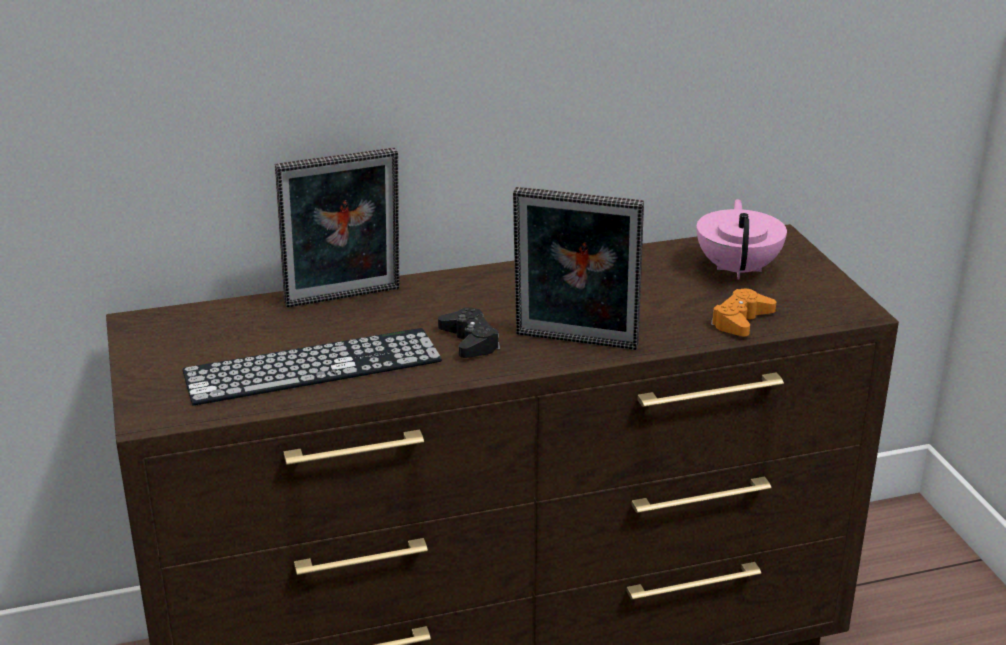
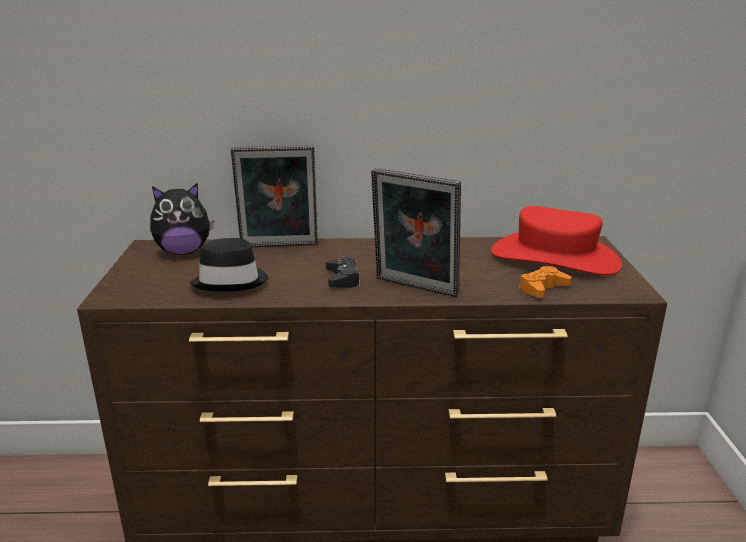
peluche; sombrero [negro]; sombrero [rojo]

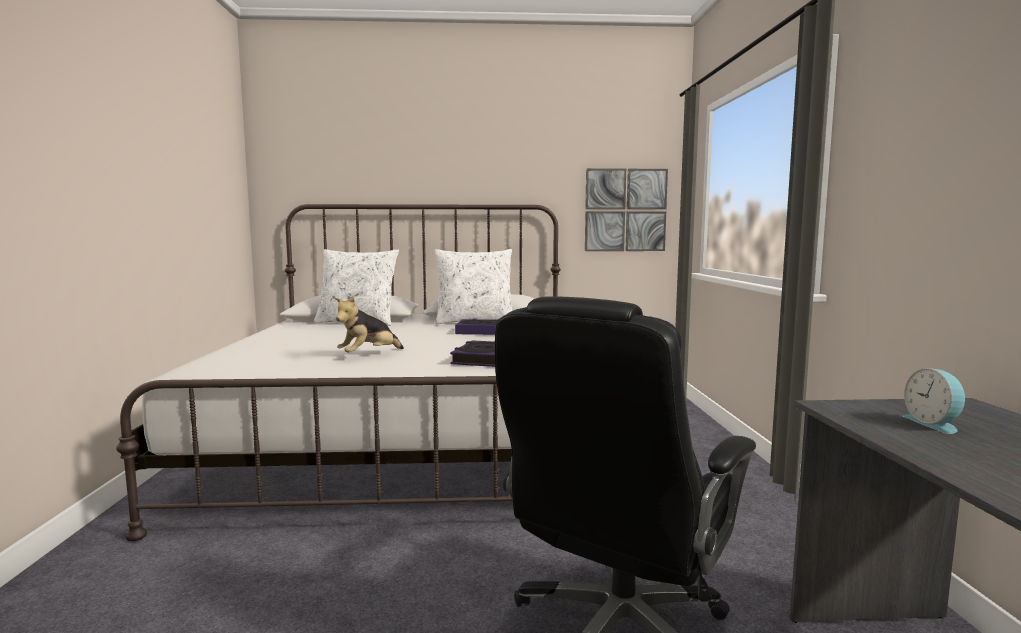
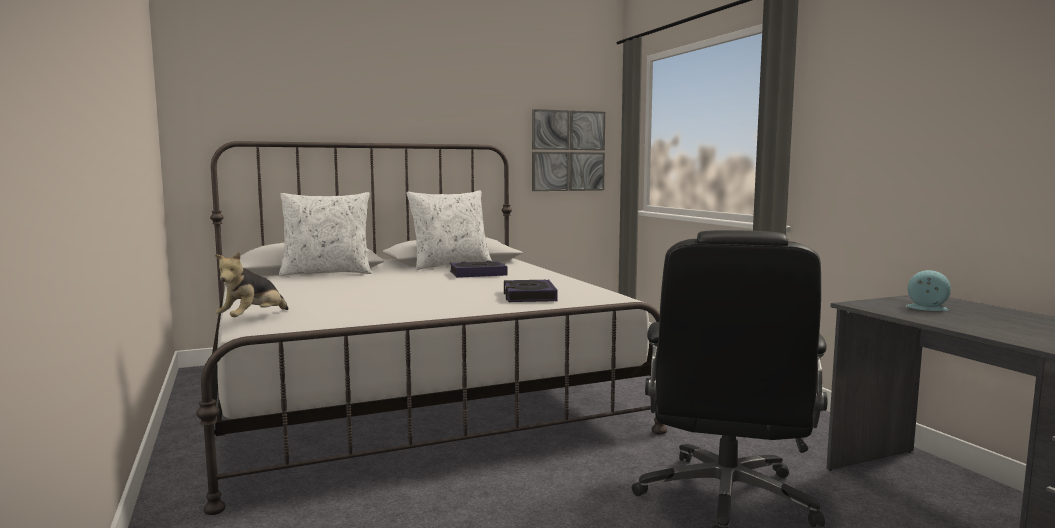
peluche; despertador

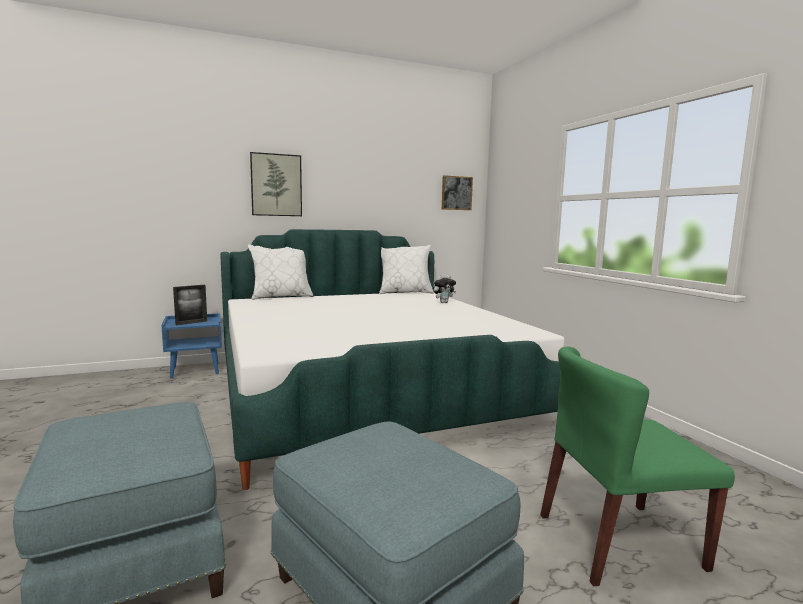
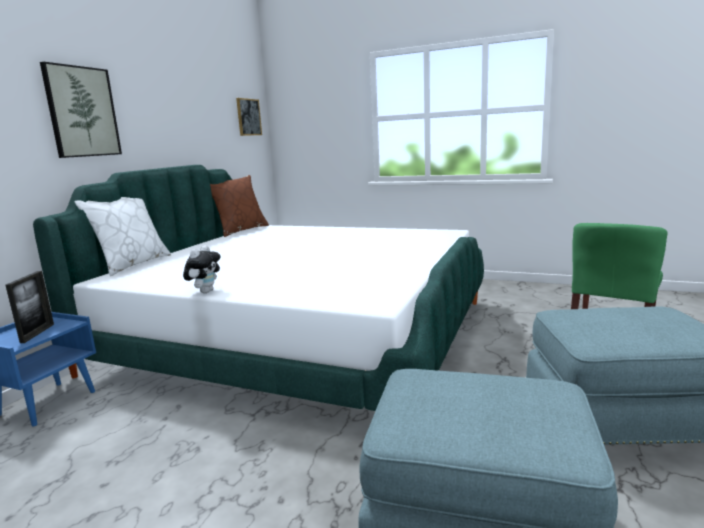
peluche; cojín [marrón]

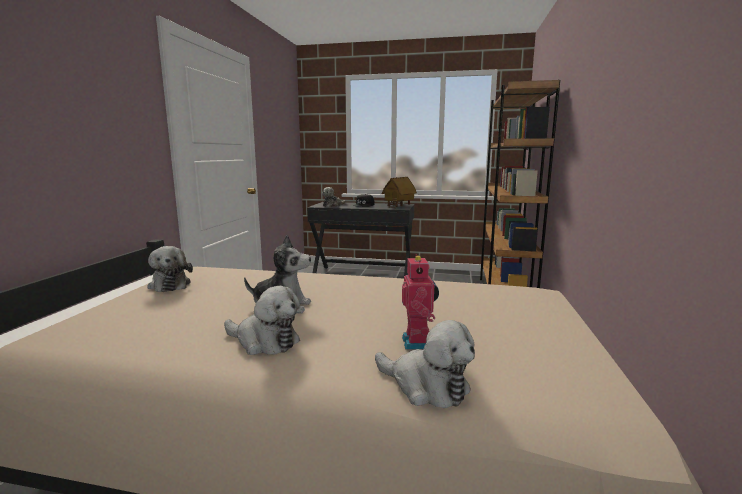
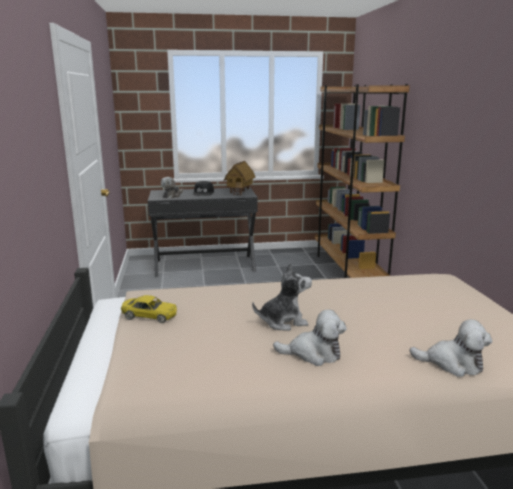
robot de juguete; coche de juguete [amarillo]

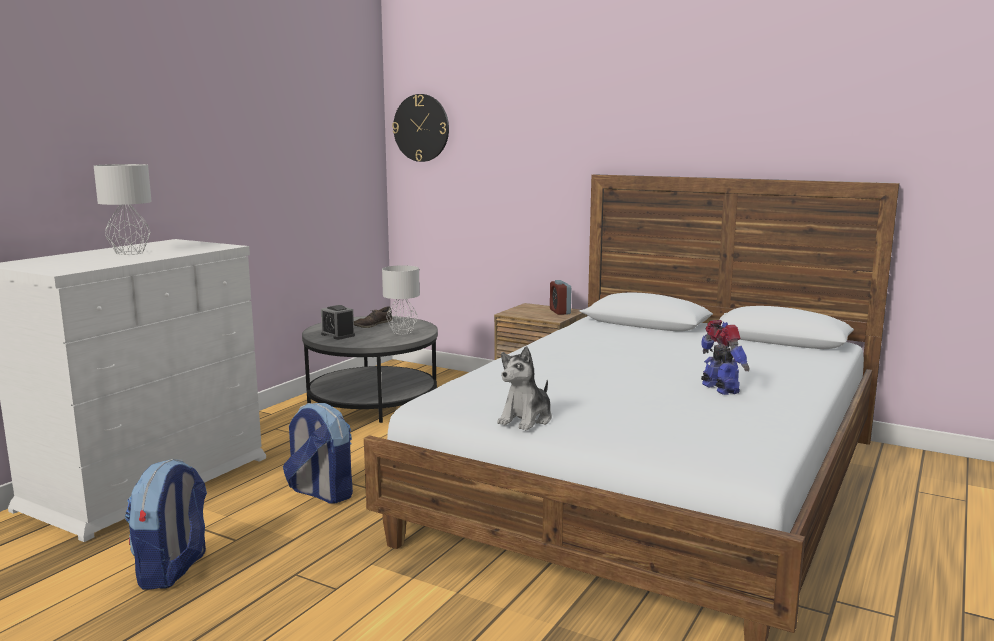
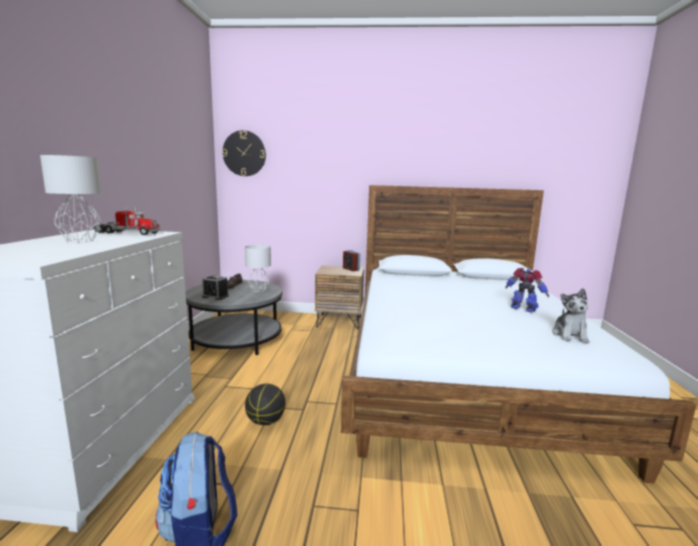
camión de juguete; peluche; balón de baloncesto

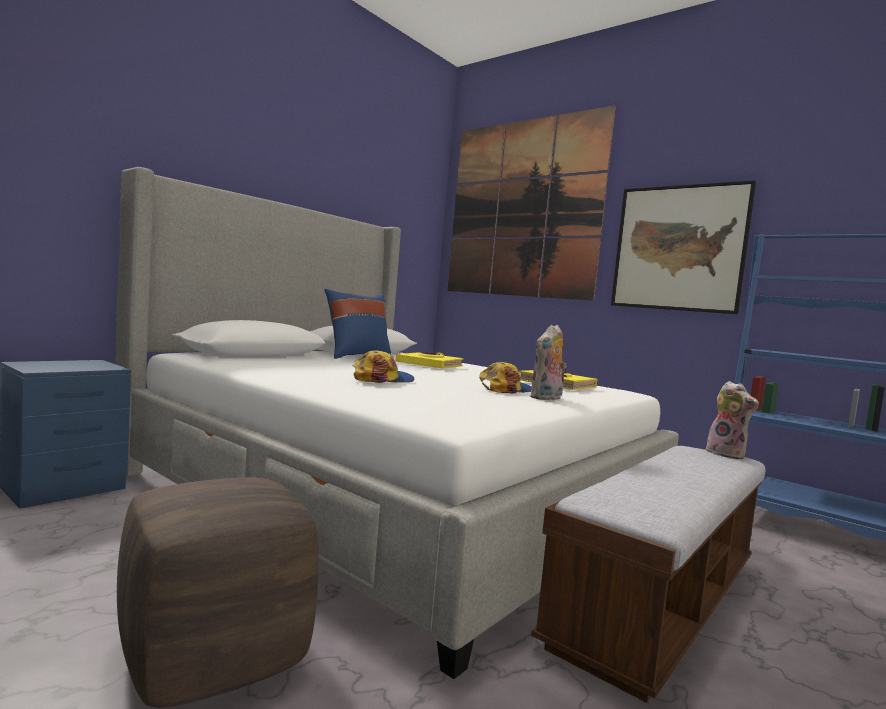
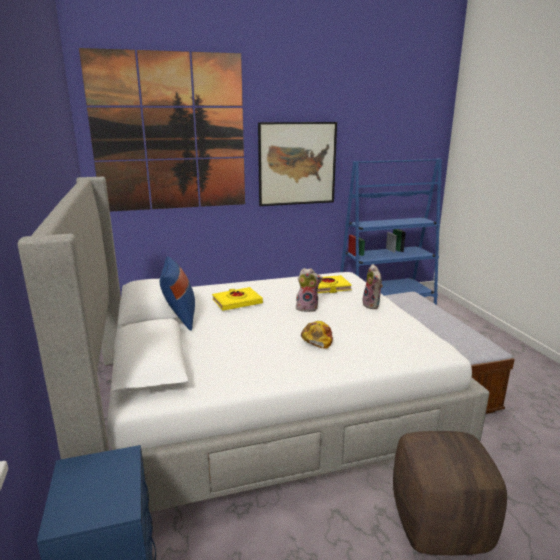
gorra (no. 2 from left in the first image); peluche (no. 1 from left)

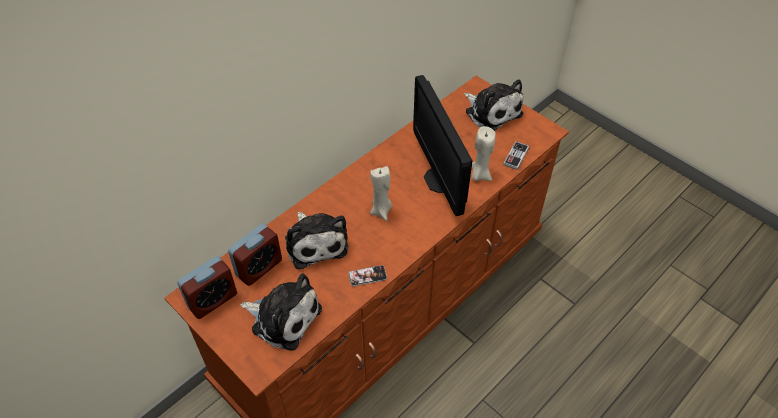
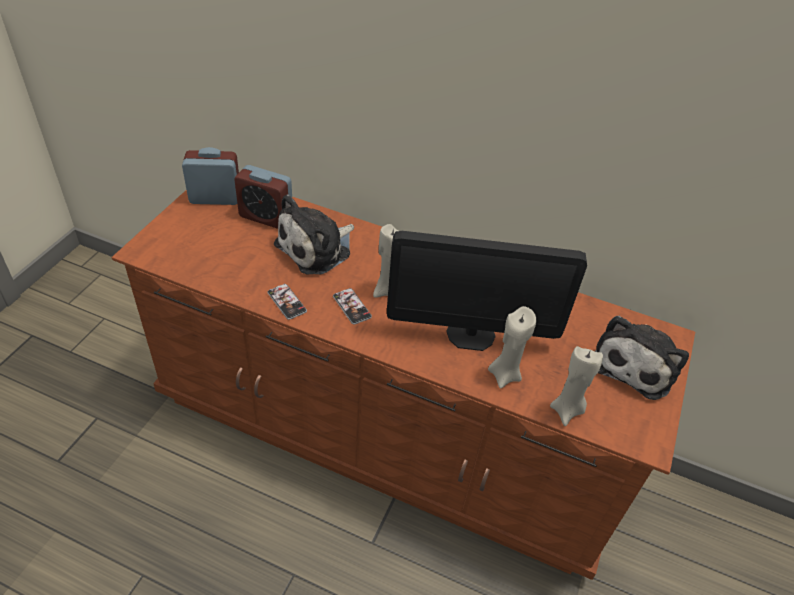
peluche (no. 1 from left in the first image); móvil (no. 2 from left); vela [beis] (no. 3 from left); despertador (no. 1 from left); monitor

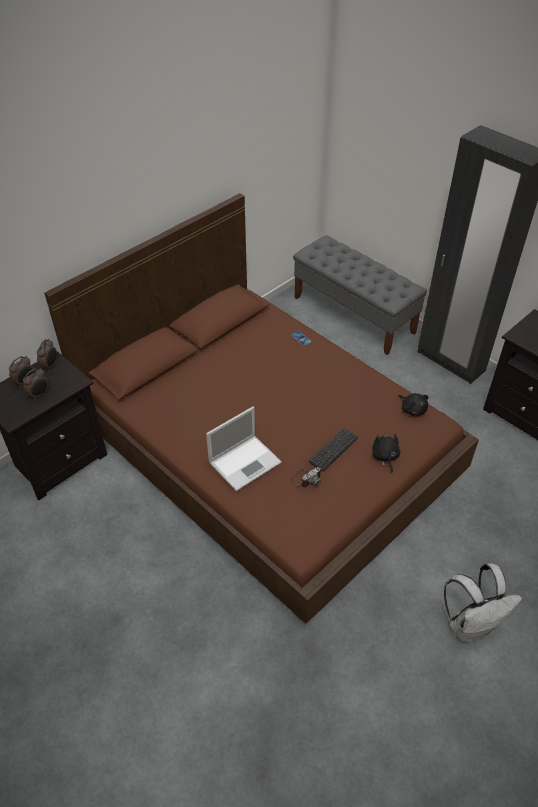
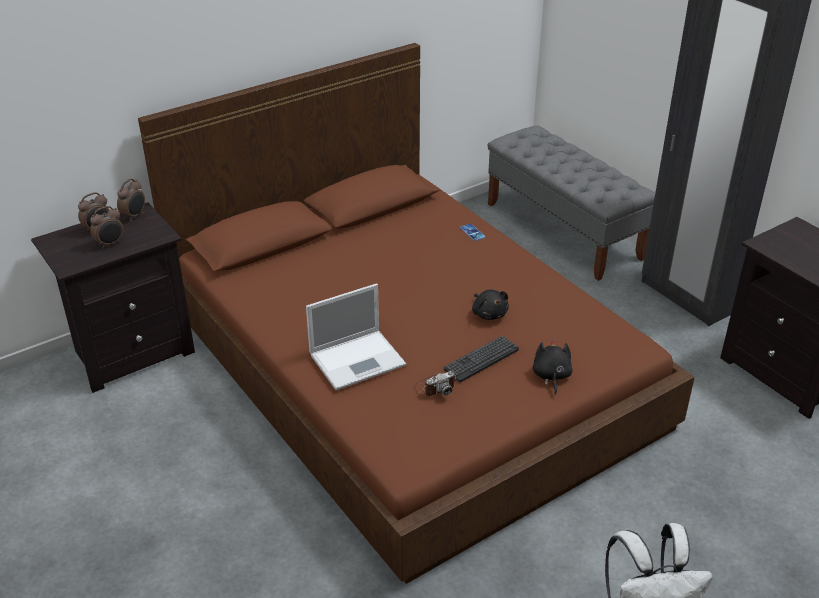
peluche [negro] (no. 1 from left)

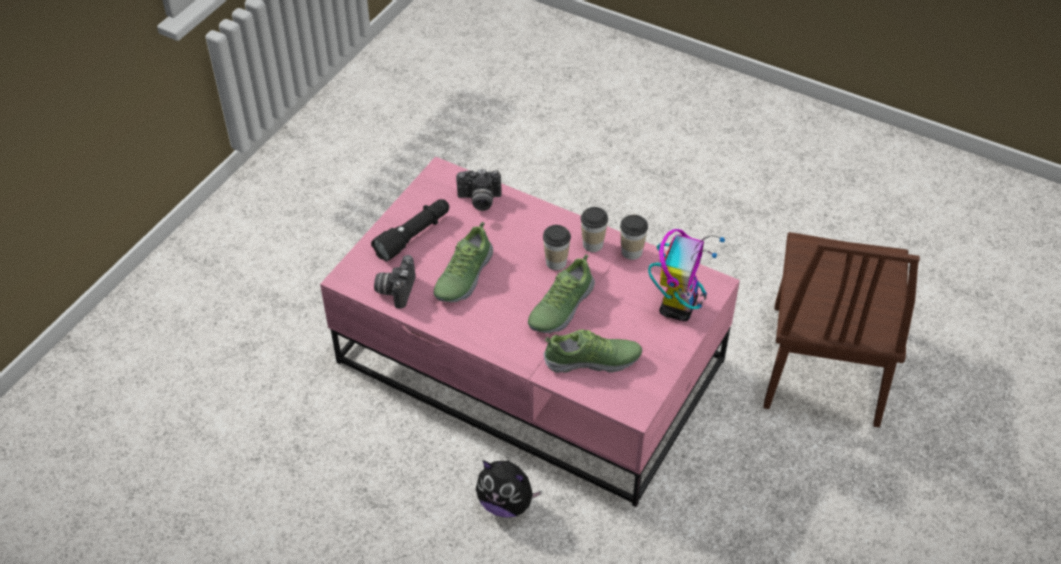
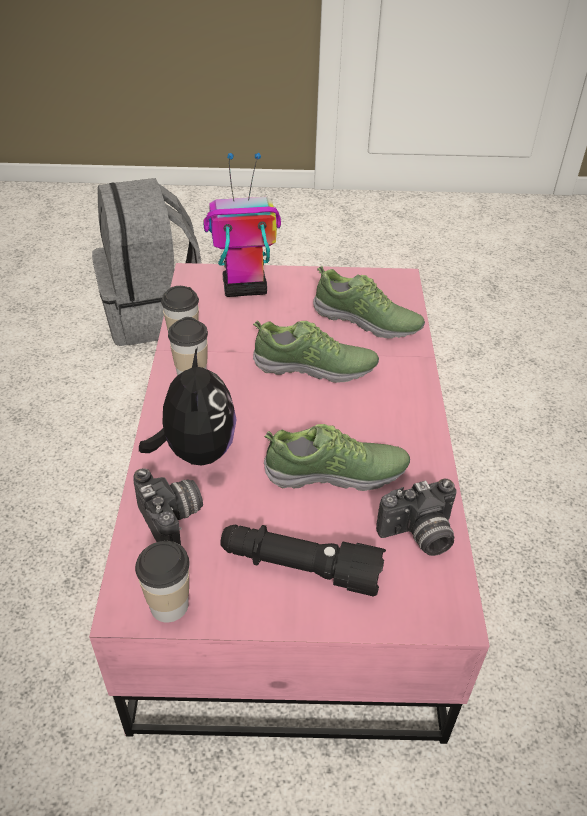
peluche; taza (no. 1 from left); mochila [gris]; zapato (no. 3 from left)

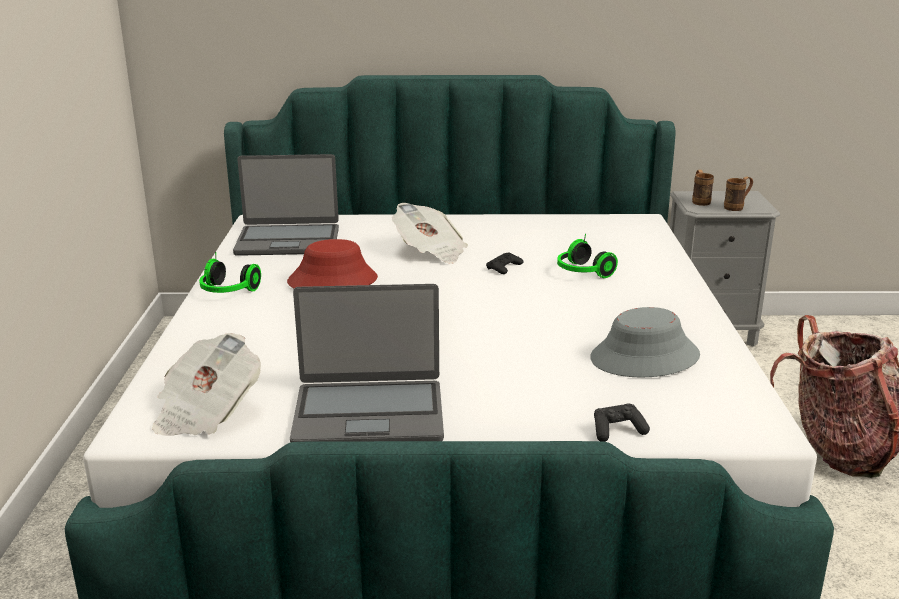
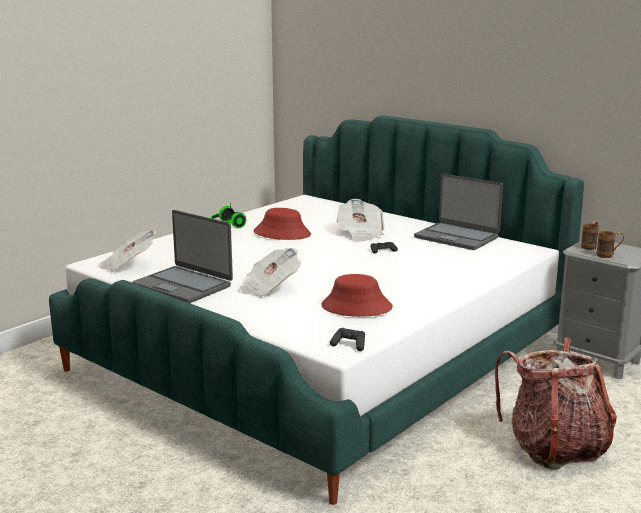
auriculares (no. 2 from left in the first image); periódico (no. 2 from left); portátil (no. 2 from left); mando de consola [negro] (no. 1 from left); sombrero [rojo] (no. 2 from left)

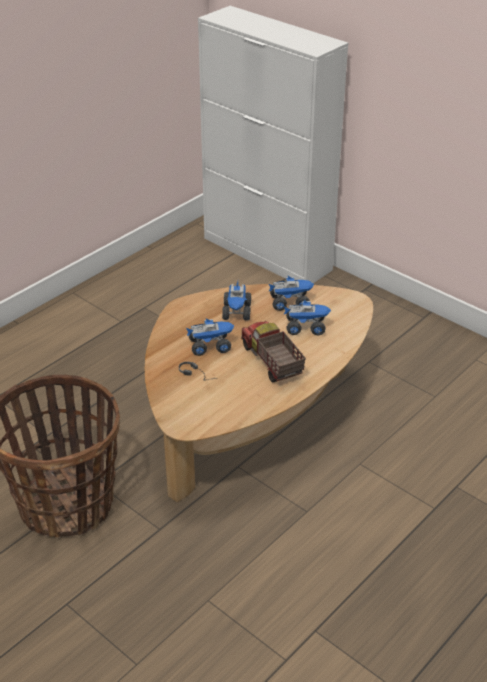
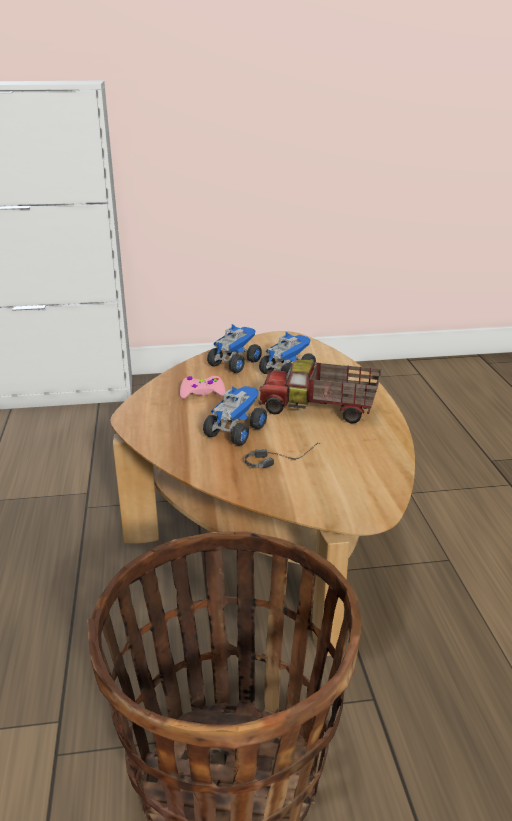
mando de consola [rosa]

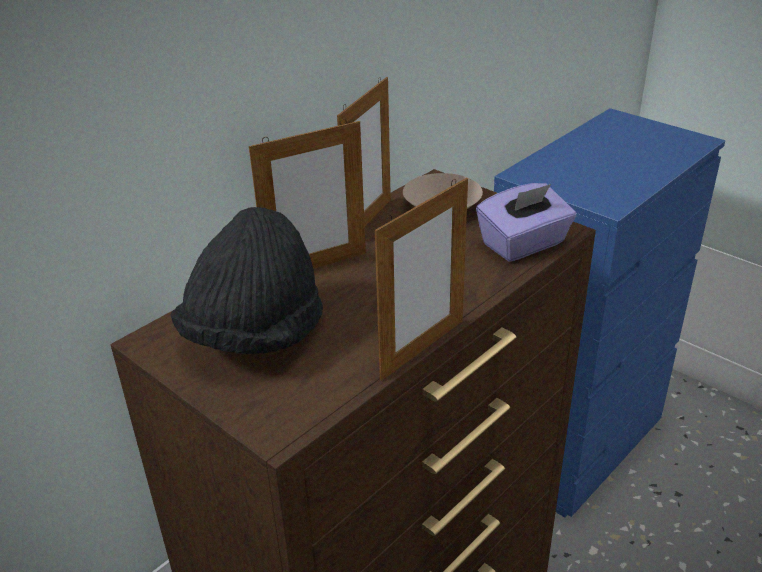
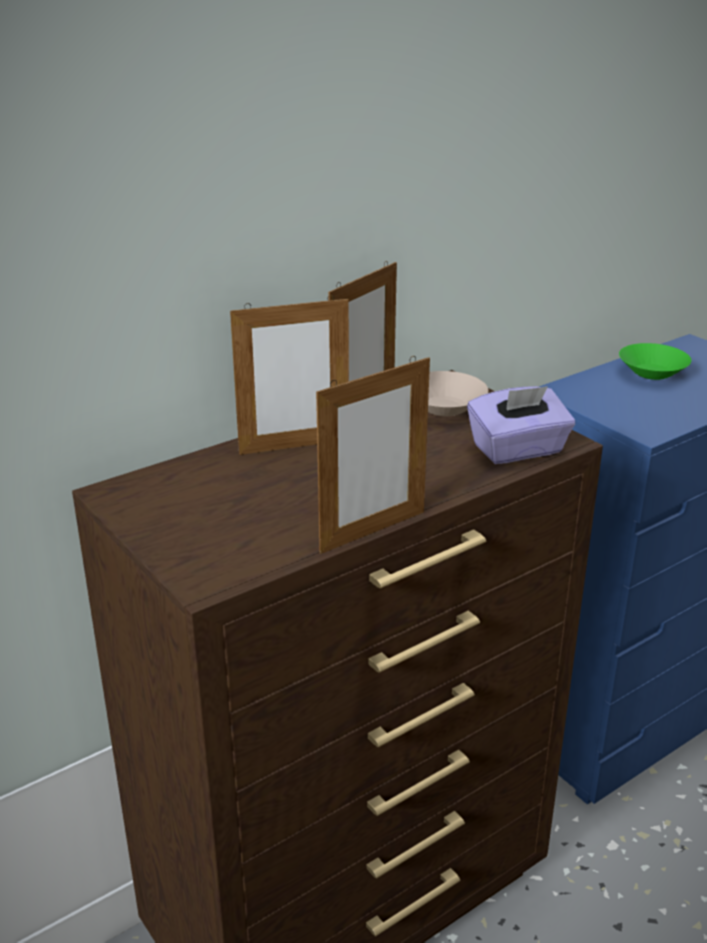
sombrero [negro]; cuenco [verde]

